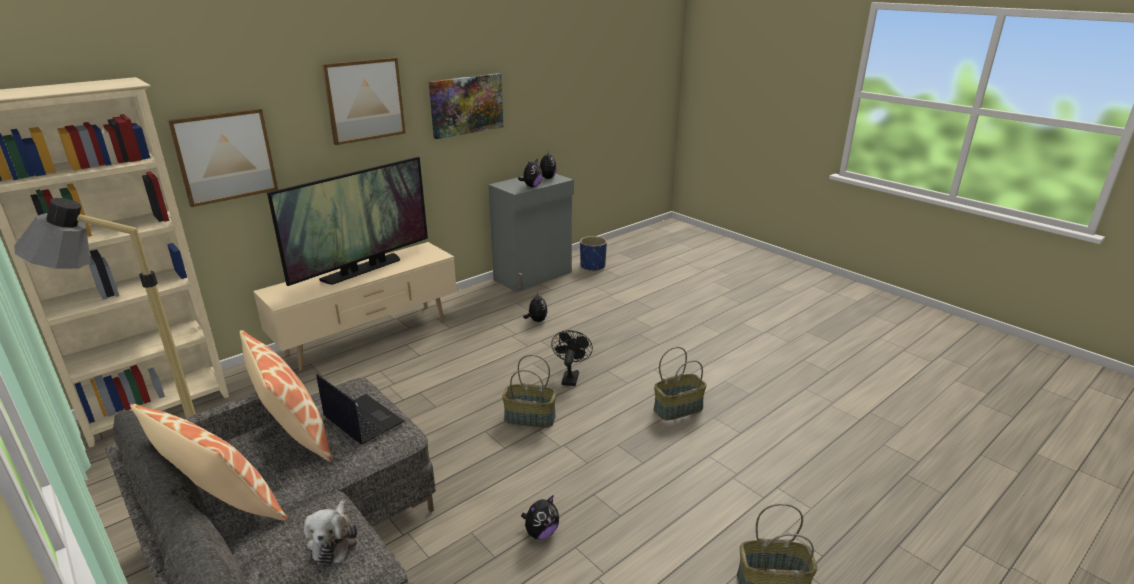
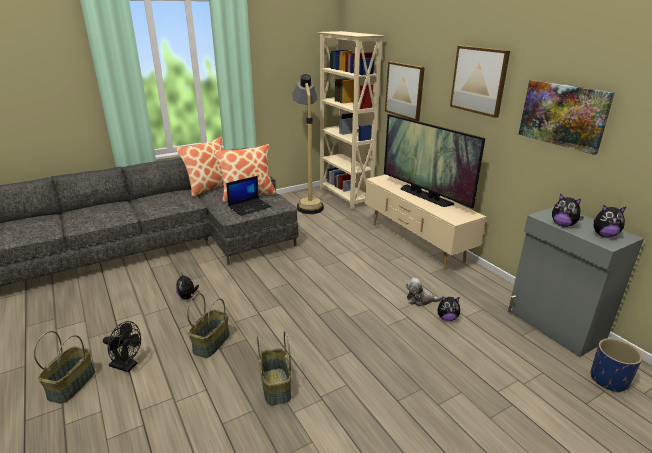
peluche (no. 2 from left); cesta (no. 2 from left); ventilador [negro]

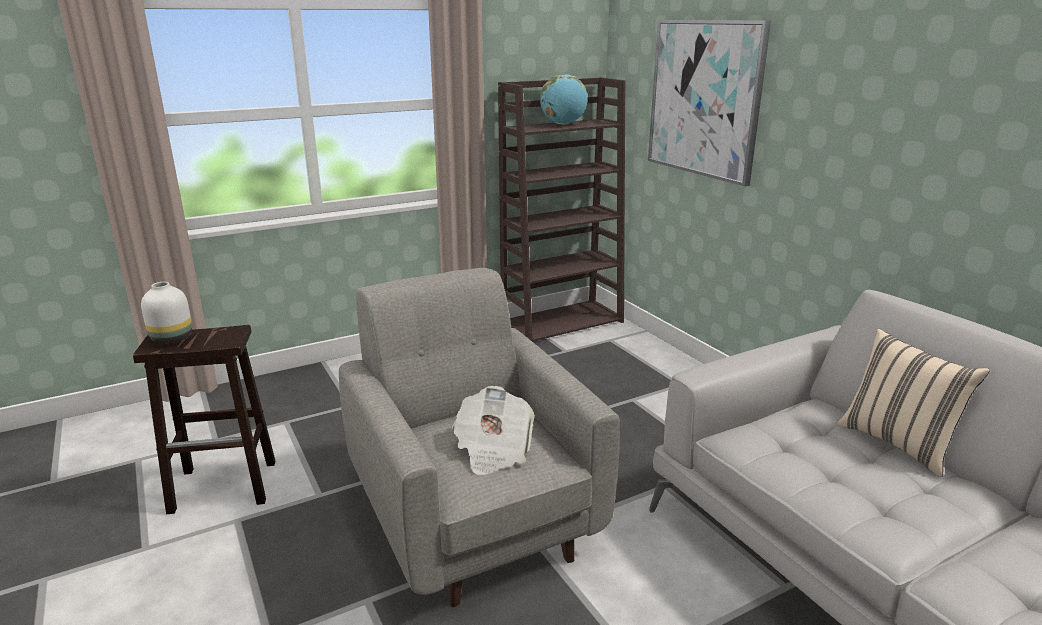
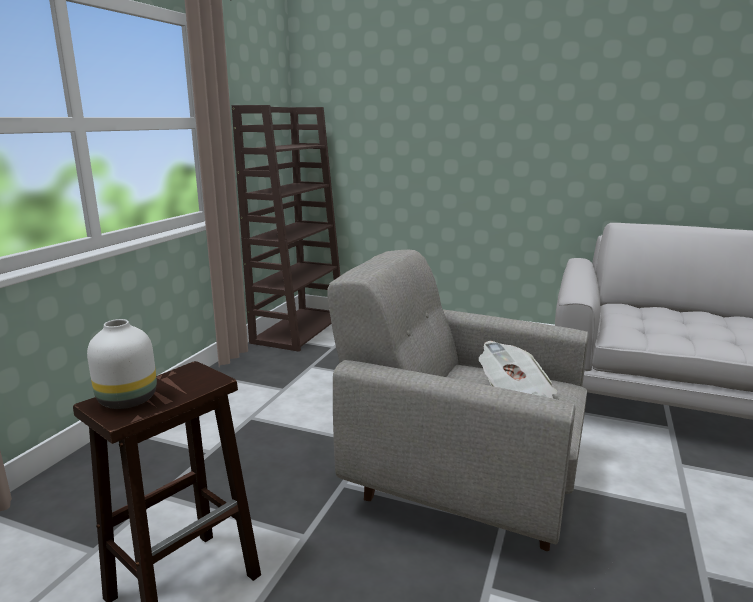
globo terráqueo; cuadro; cojín [beis]

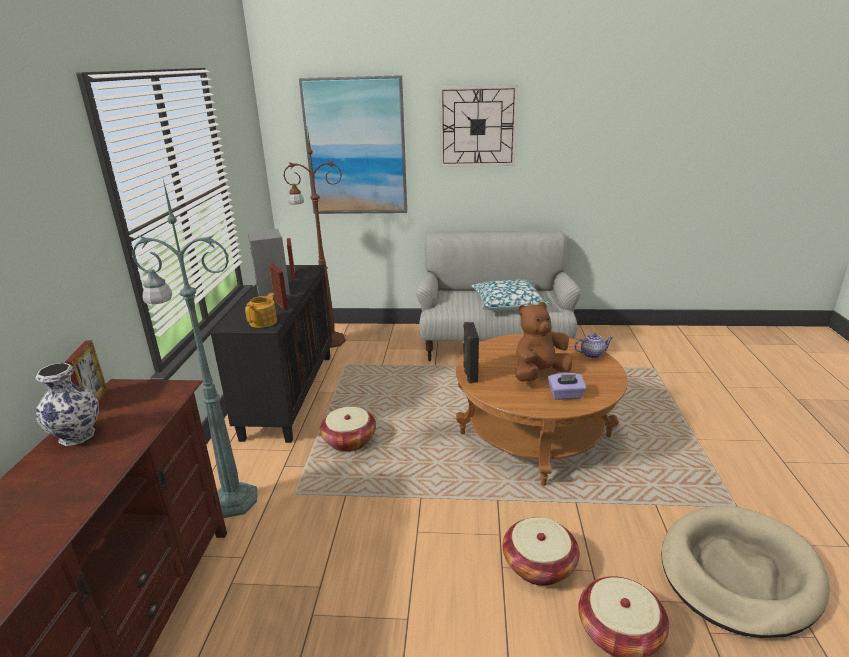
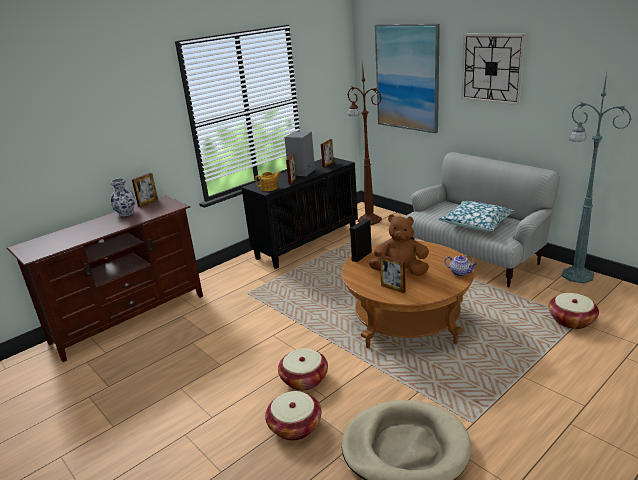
lámpara de pie [verde]; cesta (no. 3 from left); portarretratos (no. 4 from left)

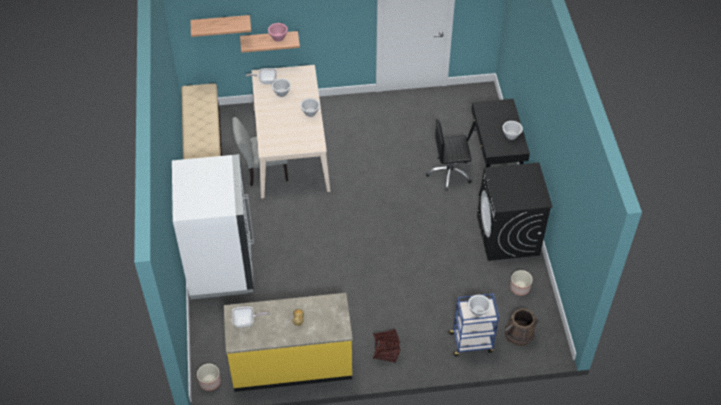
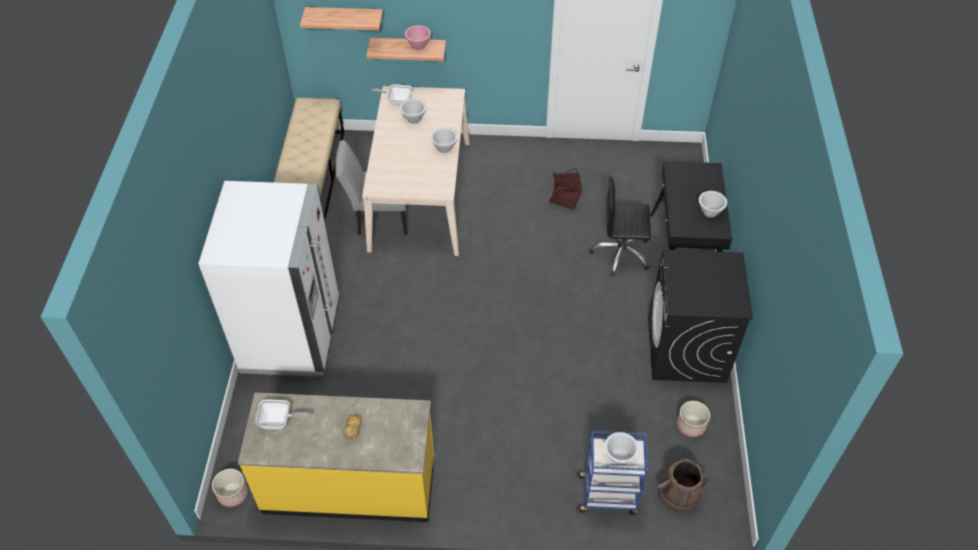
cesta

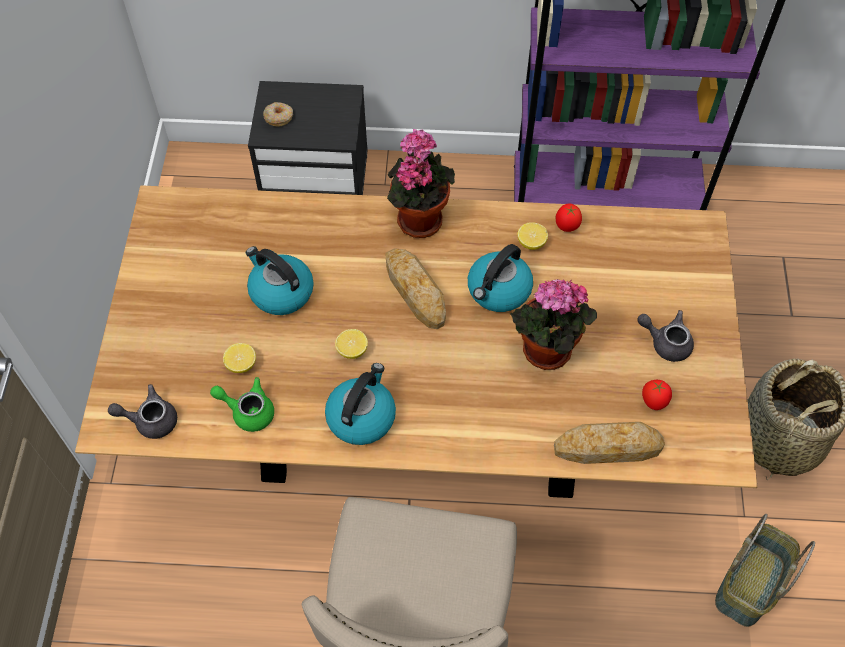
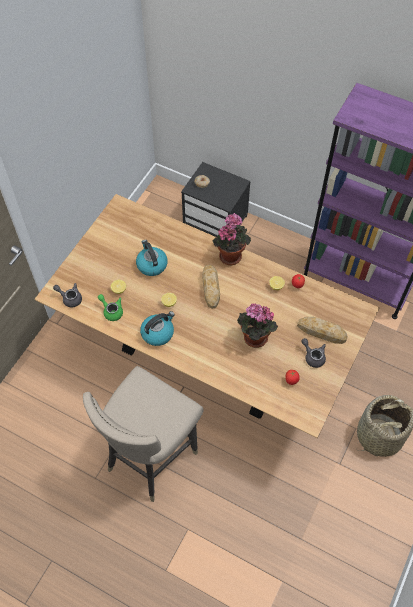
hervidor (no. 3 from left in the first image); cesta (no. 1 from left in the first image); pan (no. 2 from left)

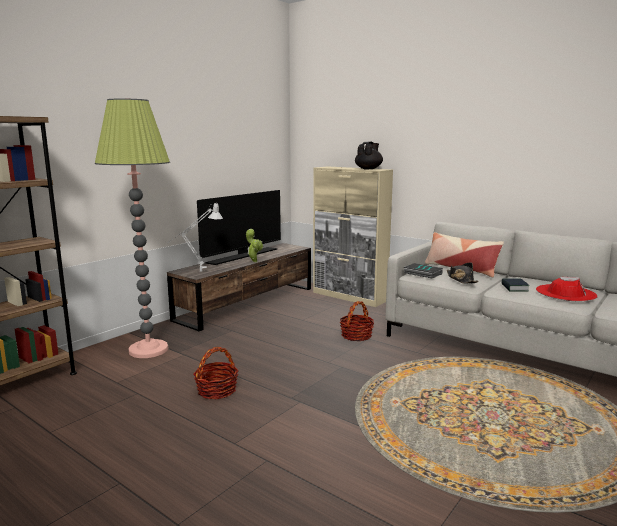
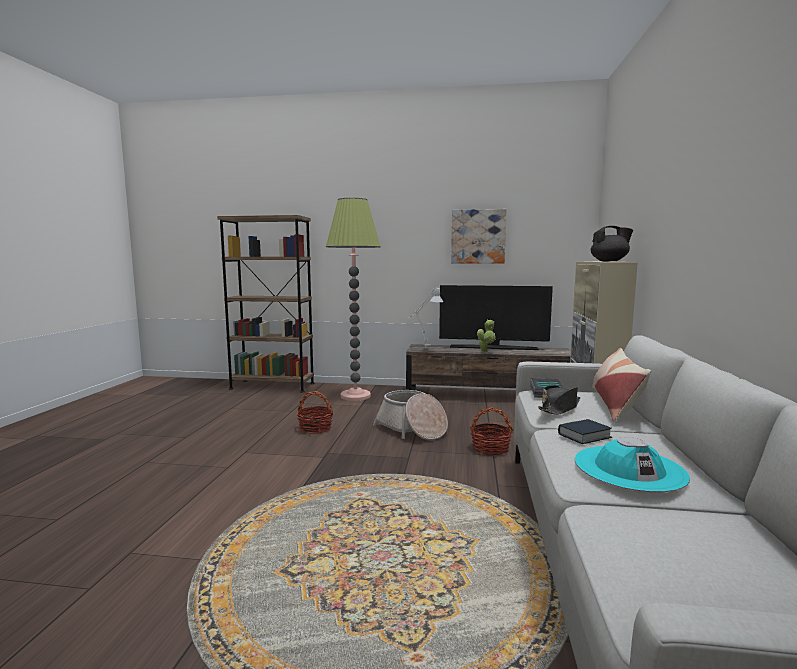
cesta (no. 2 from left); cuadro; sombrero [turquesa]

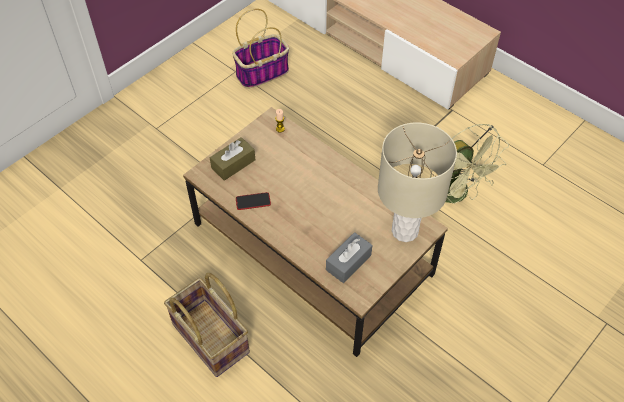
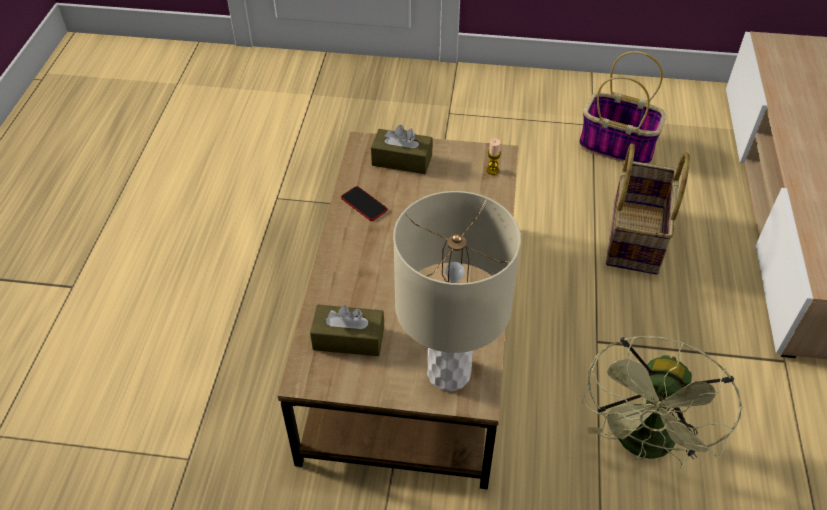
cesta (no. 2 from left); caja de pañuelos [marrón] (no. 1 from left)

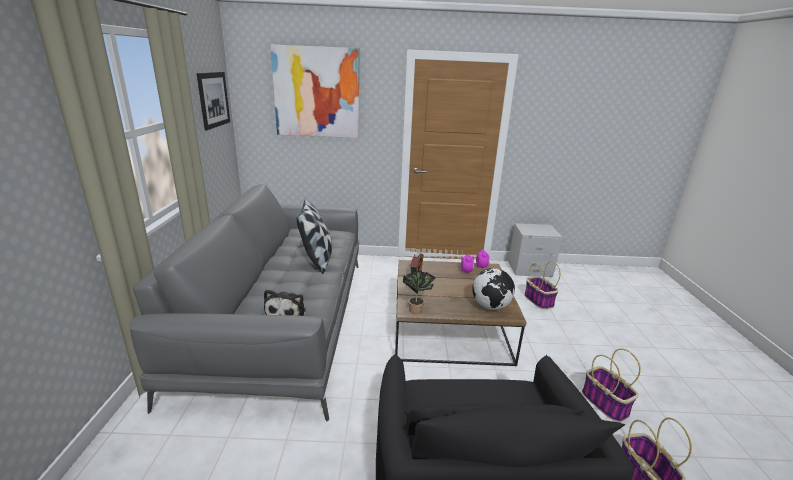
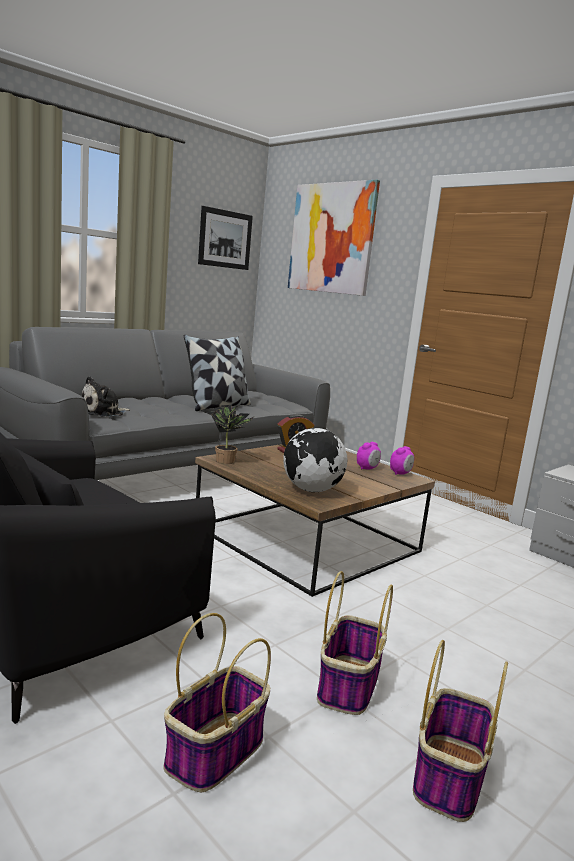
cesta (no. 3 from left)

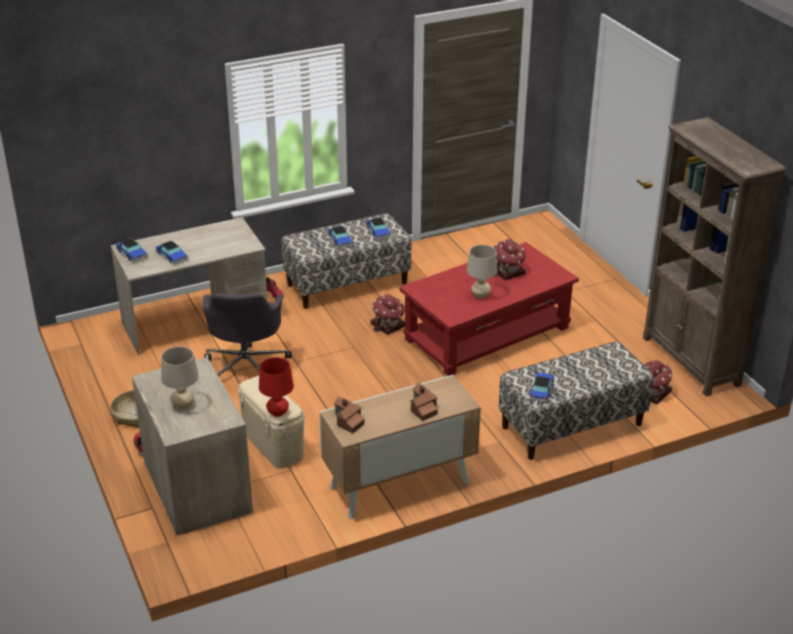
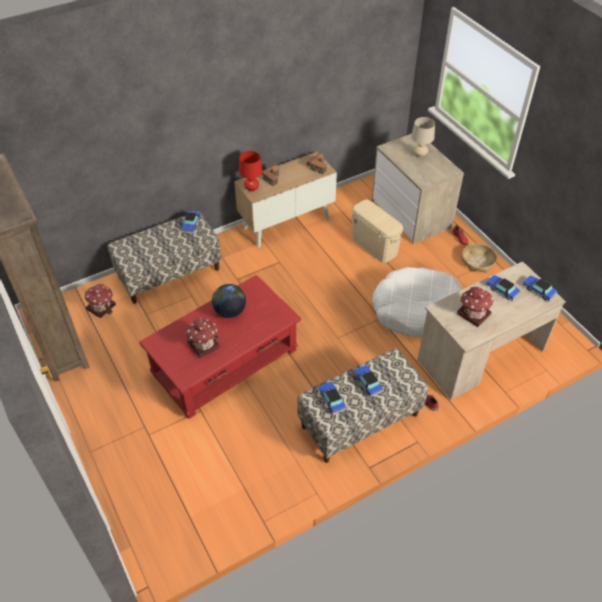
lámpara de mesa [rojo]; casita (no. 5 from left); cama para perro [blanco]; globo terráqueo

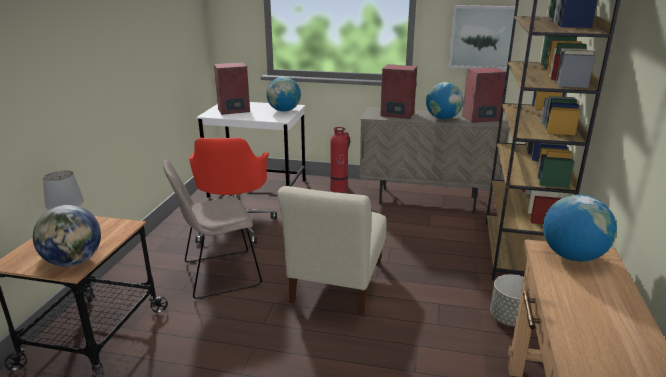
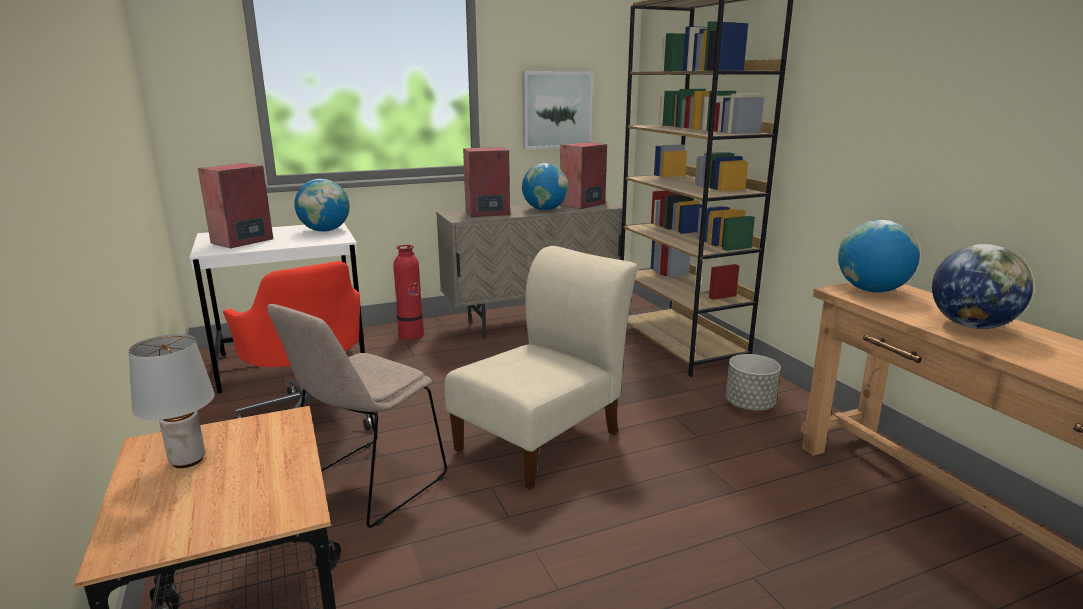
globo terráqueo (no. 4 from left); silla [beis] (no. 2 from left)

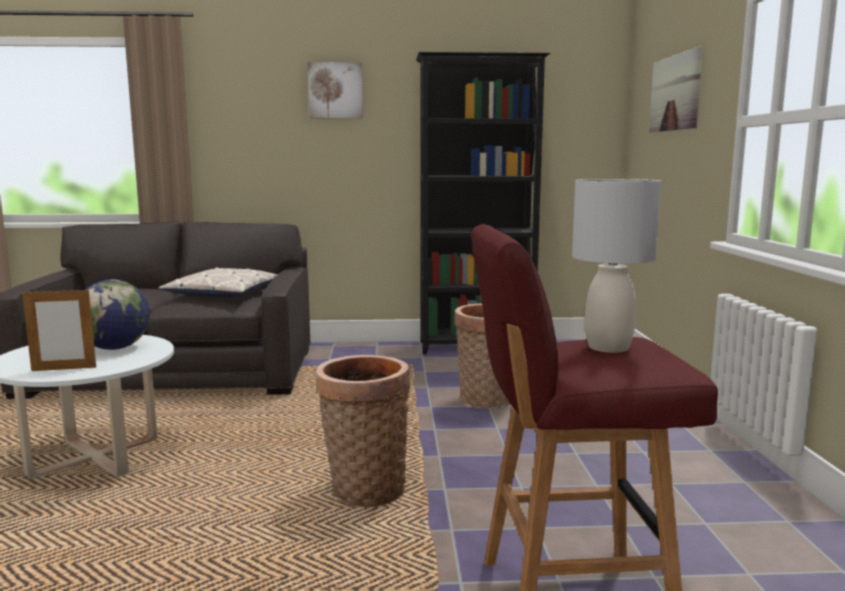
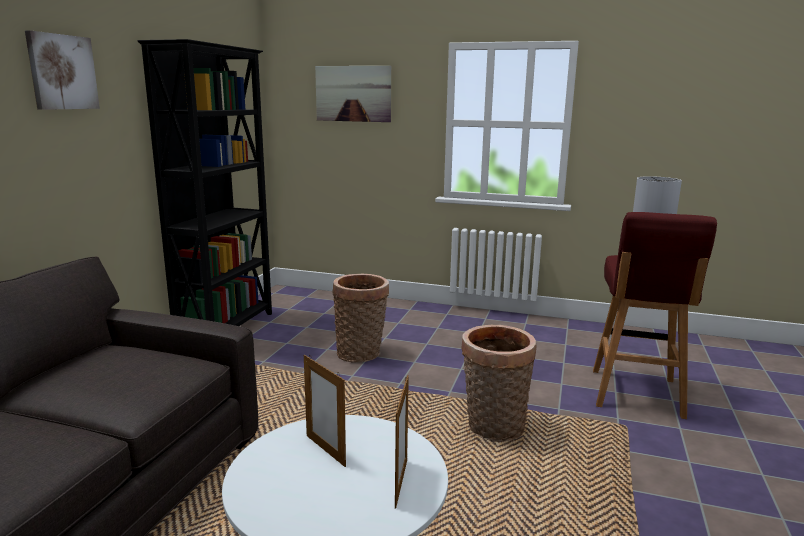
cojín; portarretratos (no. 1 from left)

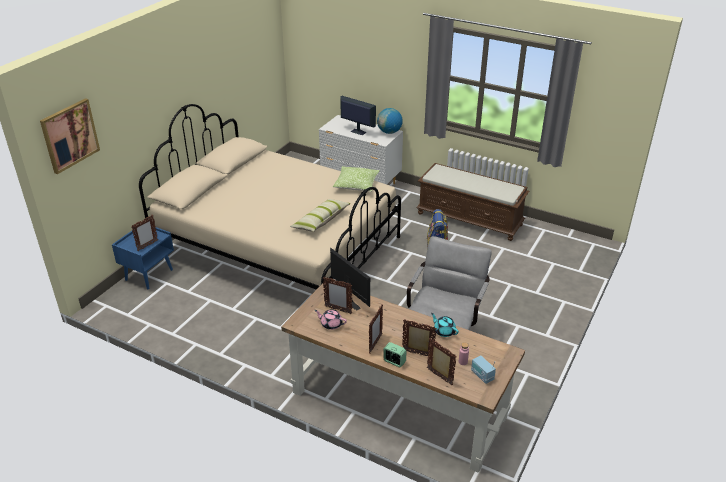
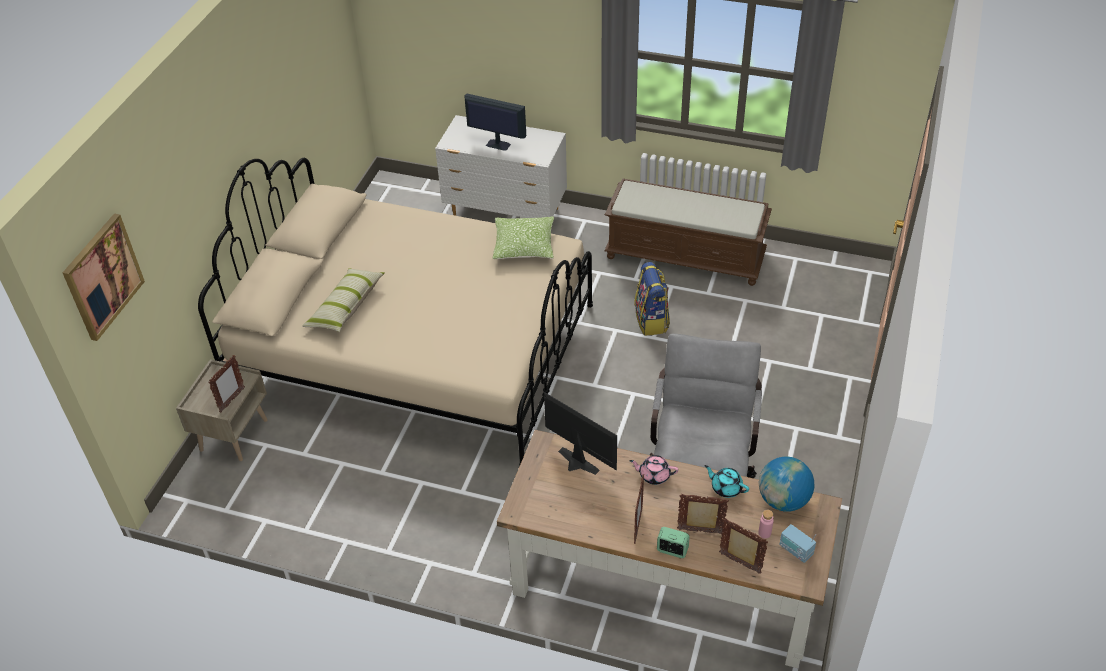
portarretratos (no. 2 from left in the first image); cojín (no. 1 from left); tetera [rosa]; globo terráqueo; mesita de noche [beis]

